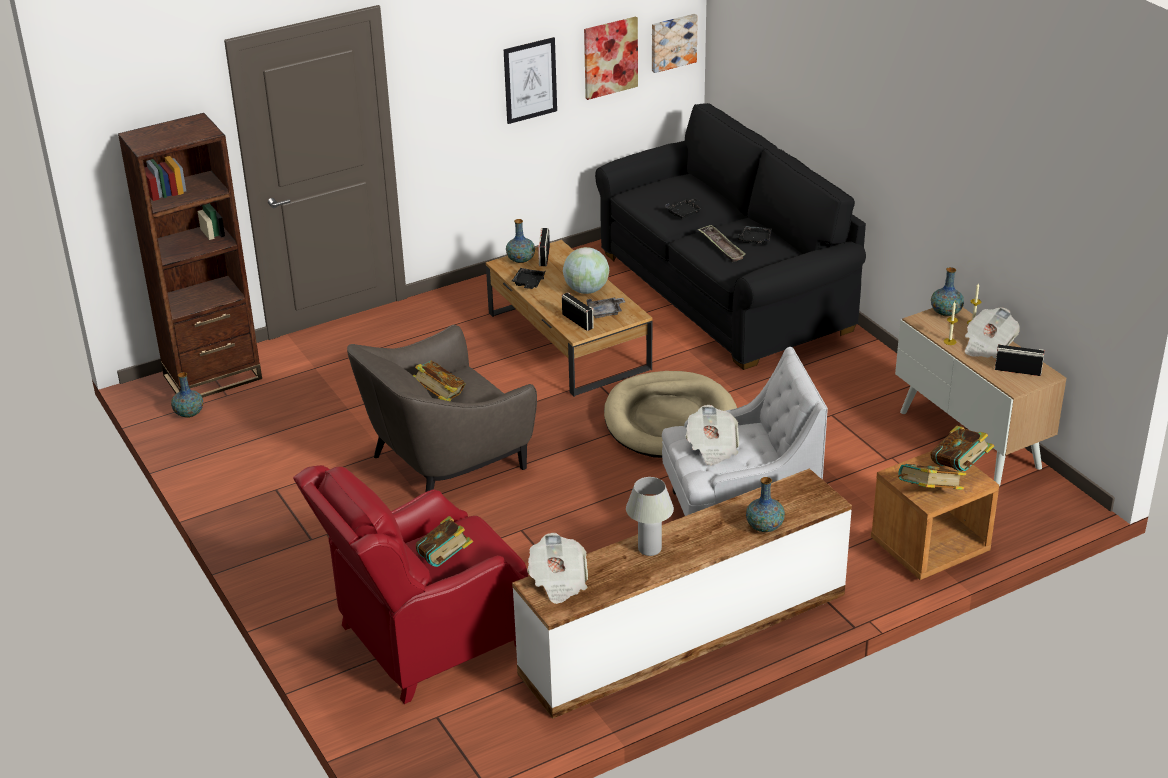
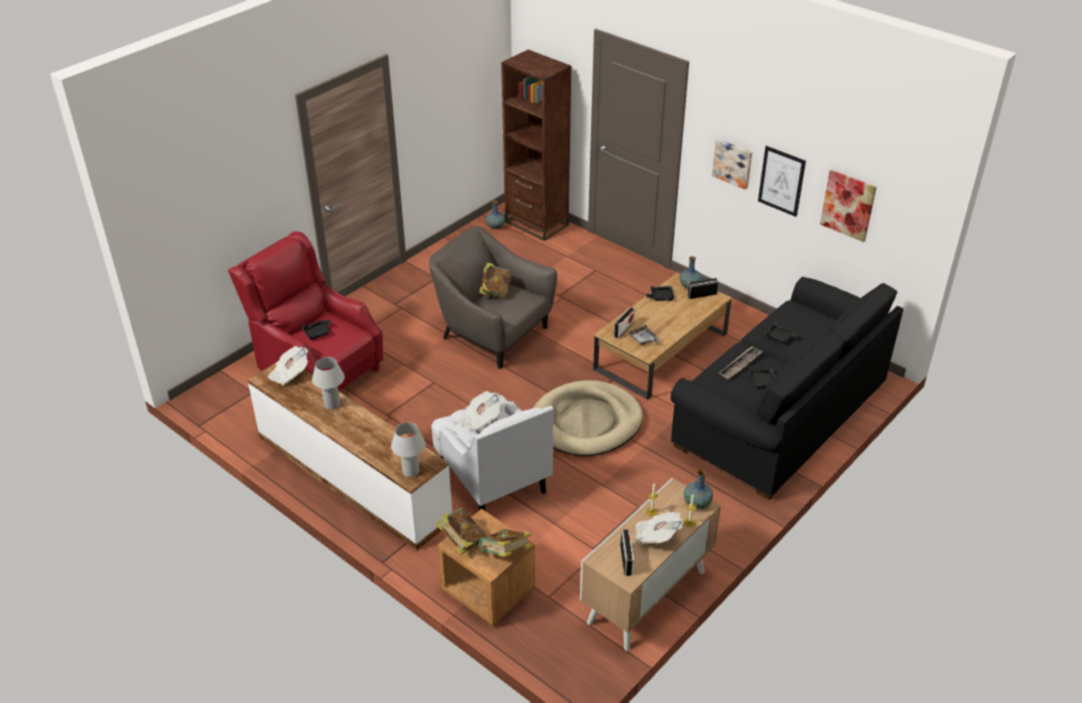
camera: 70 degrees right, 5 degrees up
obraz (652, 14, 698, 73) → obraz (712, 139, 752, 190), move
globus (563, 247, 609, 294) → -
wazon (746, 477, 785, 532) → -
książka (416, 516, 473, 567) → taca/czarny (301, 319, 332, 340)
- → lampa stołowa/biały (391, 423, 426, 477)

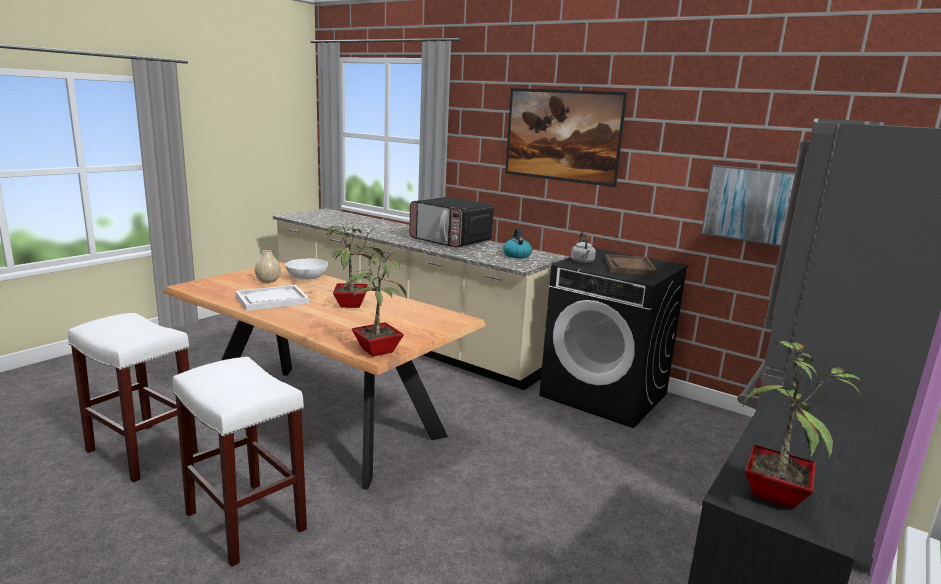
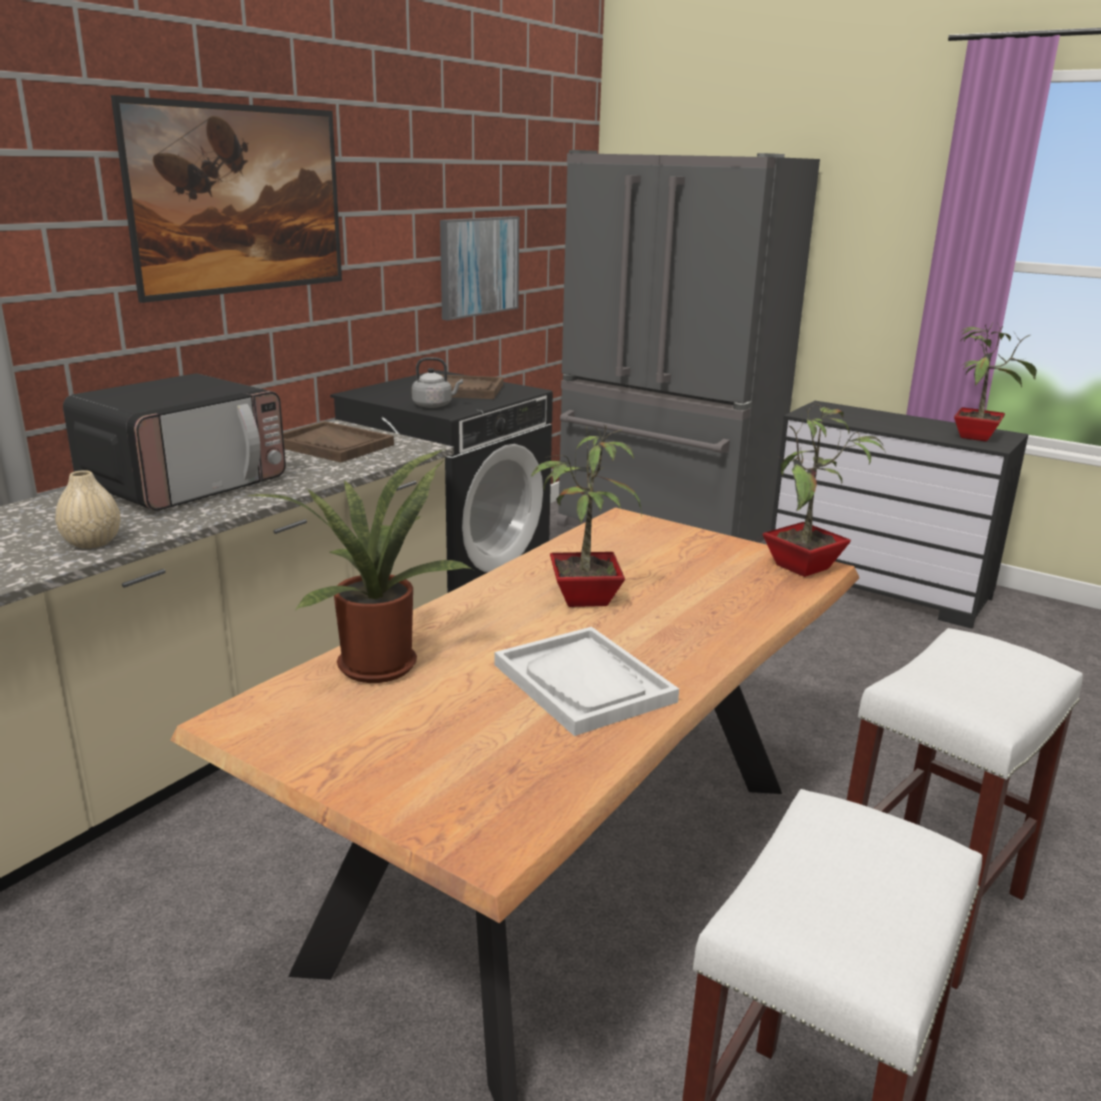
camera: 90 degrees left, 5 degrees up
czajnik (503, 228, 532, 258) → taca/brązowy (283, 421, 394, 462)
wazon/beżowy (255, 250, 281, 283) → wazon/beżowy (55, 470, 121, 549), move
miska/biały (285, 258, 328, 280) → roślina doniczkowa (246, 449, 473, 683)

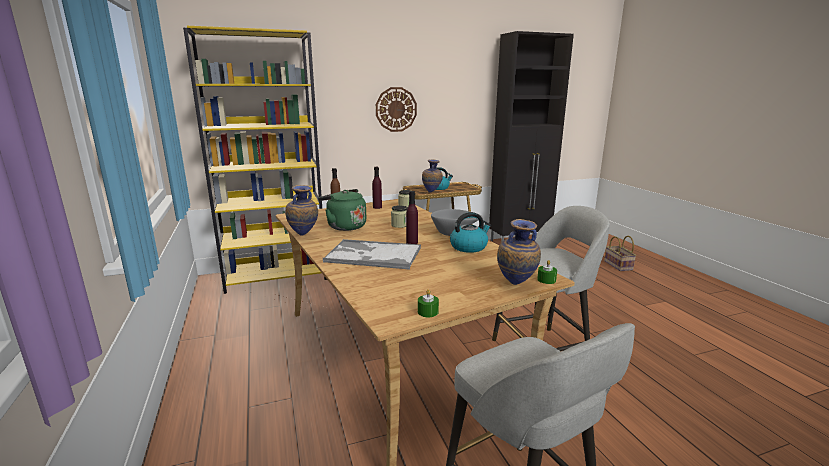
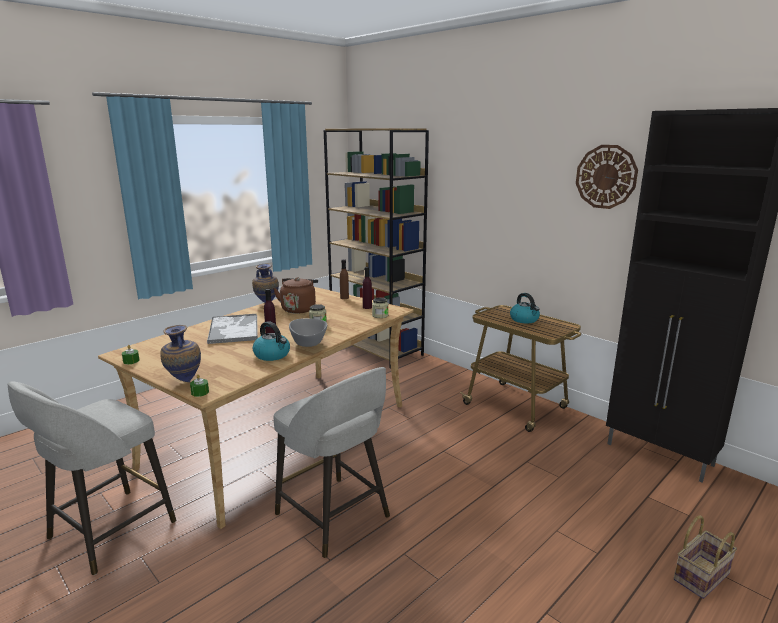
camera: 65 degrees right, 0 degrees up
regał/żółty (183, 26, 327, 294) → regał/brązowy (324, 128, 429, 369)
zegar ścienny (376, 87, 417, 132) → zegar ścienny (576, 145, 638, 209), move
wazon (422, 159, 443, 193) → -
czajnik/zielony (318, 189, 366, 231) → czajnik/brązowy (273, 277, 318, 314)

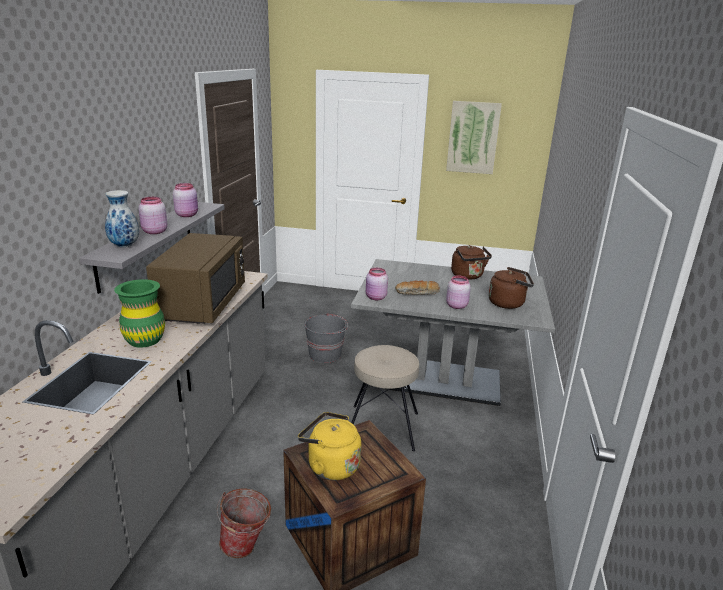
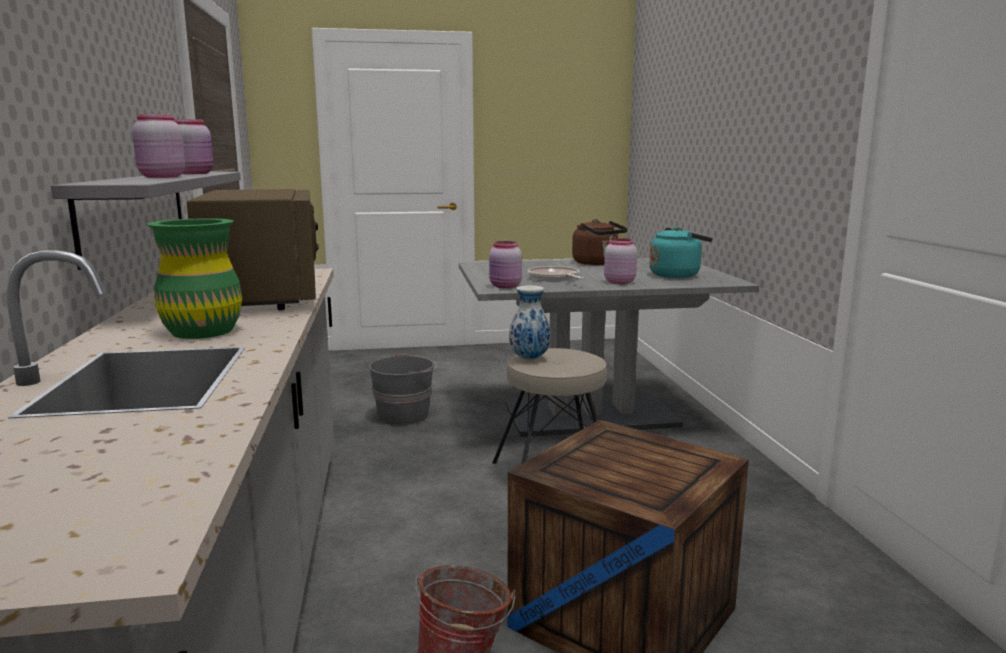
camera: 20 degrees left, 10 degrees down
obraz (446, 101, 502, 174) → -
wazon (105, 190, 139, 247) → wazon (509, 285, 550, 360), move
czajnik/brązowy (489, 267, 534, 309) → czajnik/turkusowy (649, 227, 713, 278)
chleb (395, 281, 440, 295) → patelnia (528, 266, 584, 282)
czajnik/żółty (298, 412, 361, 480) → -

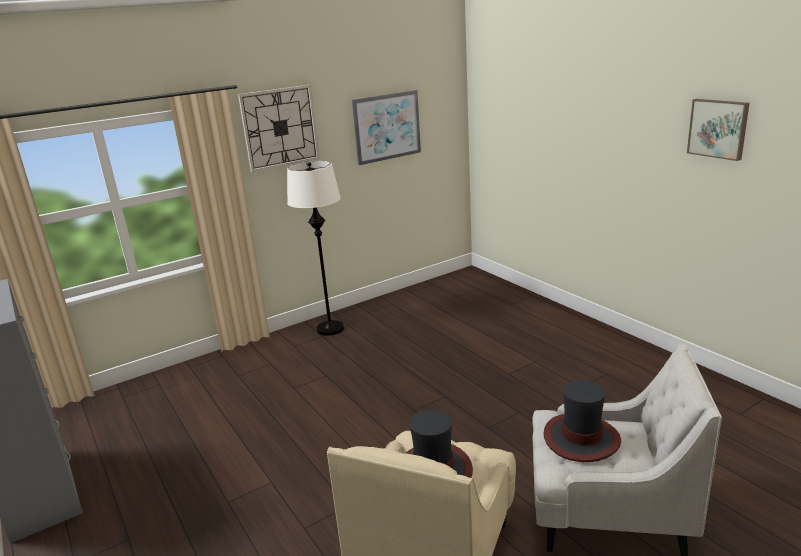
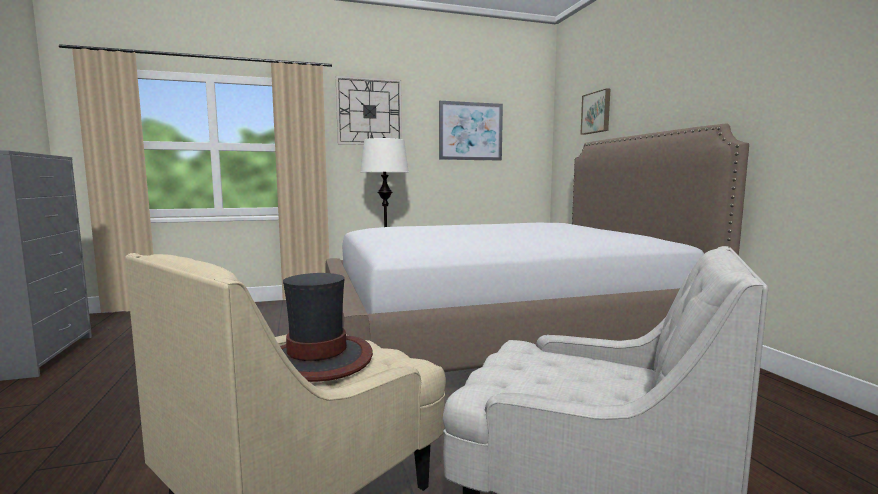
camera: 15 degrees right, 15 degrees down
obraz (687, 99, 750, 161) → obraz (580, 88, 610, 135), move
kapelusz (543, 380, 621, 462) → -
- → łóżko (325, 123, 749, 372)

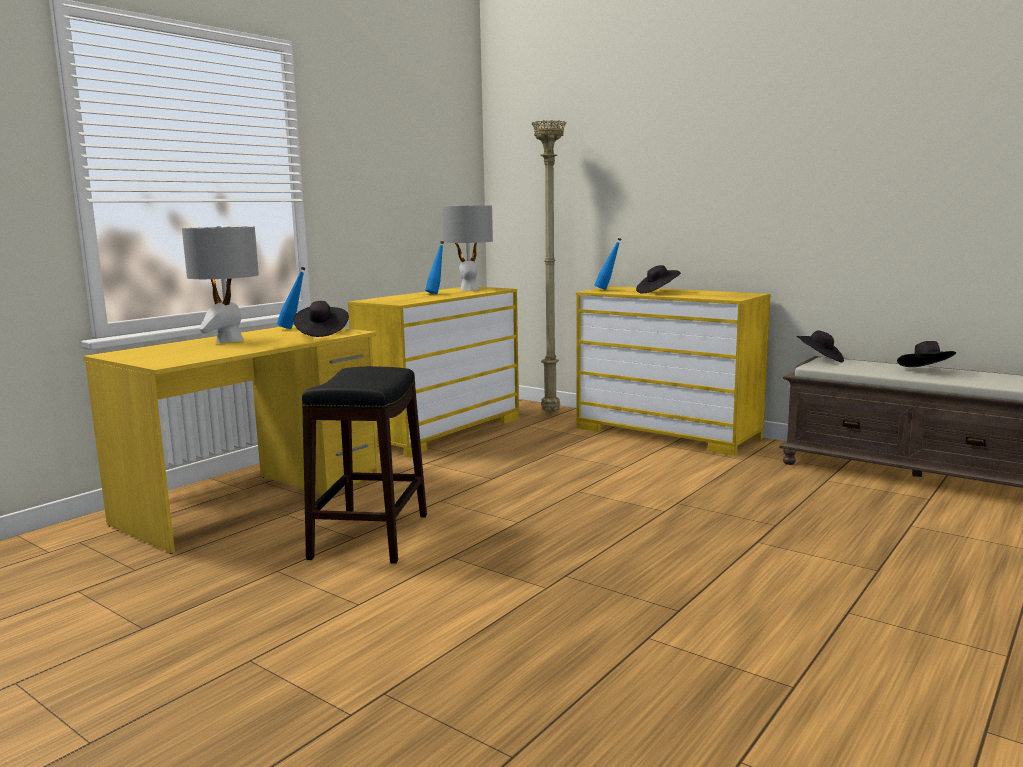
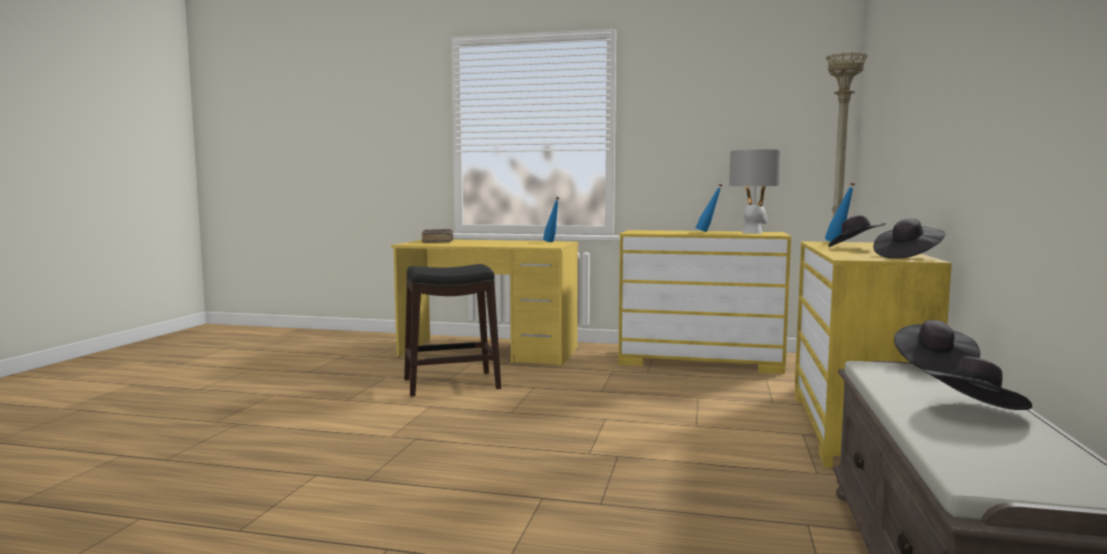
camera: 65 degrees right, 5 degrees down
lampa stołowa/szary (182, 226, 259, 343) → -
kapelusz/czarny (293, 301, 349, 337) → kapelusz/czarny (873, 218, 946, 259), move
- → książka/brązowy (422, 229, 453, 243)

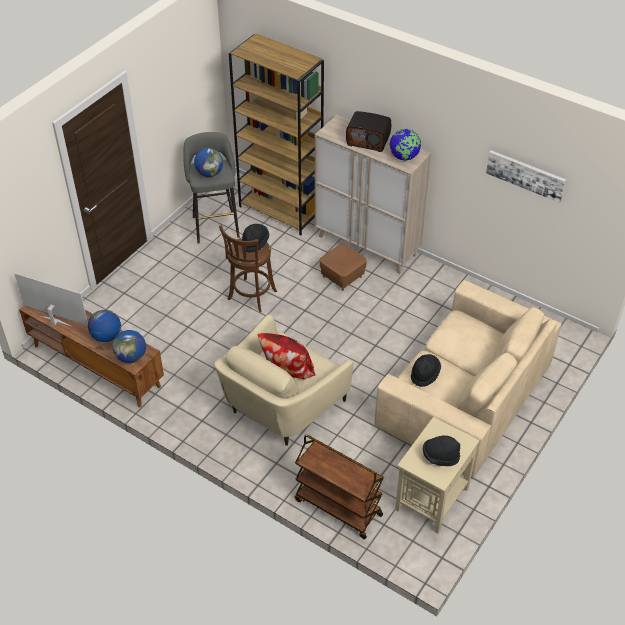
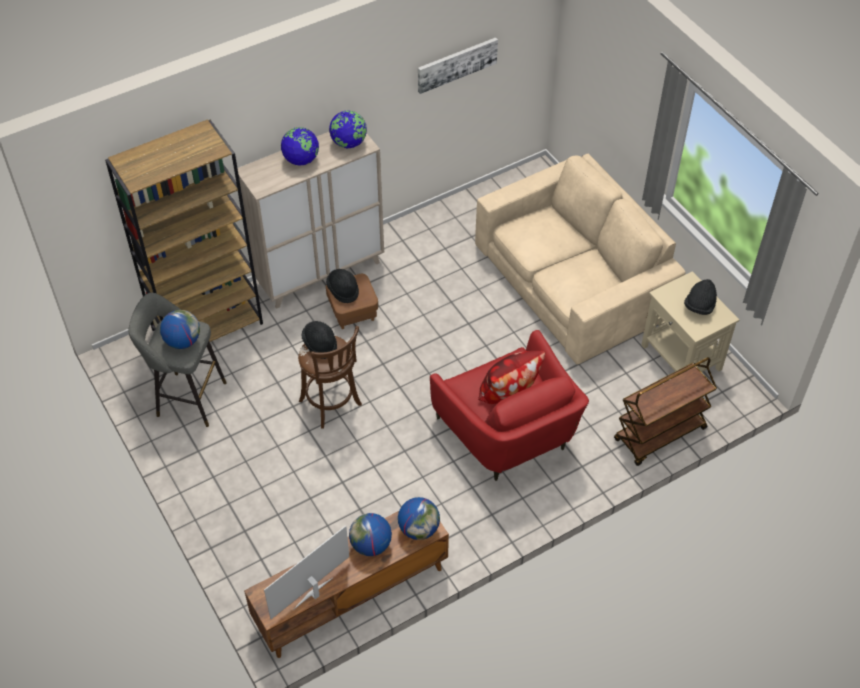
camera: 65 degrees left, 5 degrees up
radio (346, 111, 391, 152) → globus (281, 127, 319, 165)
fotel/beżowy (214, 314, 353, 446) → fotel/czerwony (430, 330, 589, 481)
kapelusz/czarny (411, 354, 441, 387) → kapelusz/czarny (326, 269, 359, 303), move

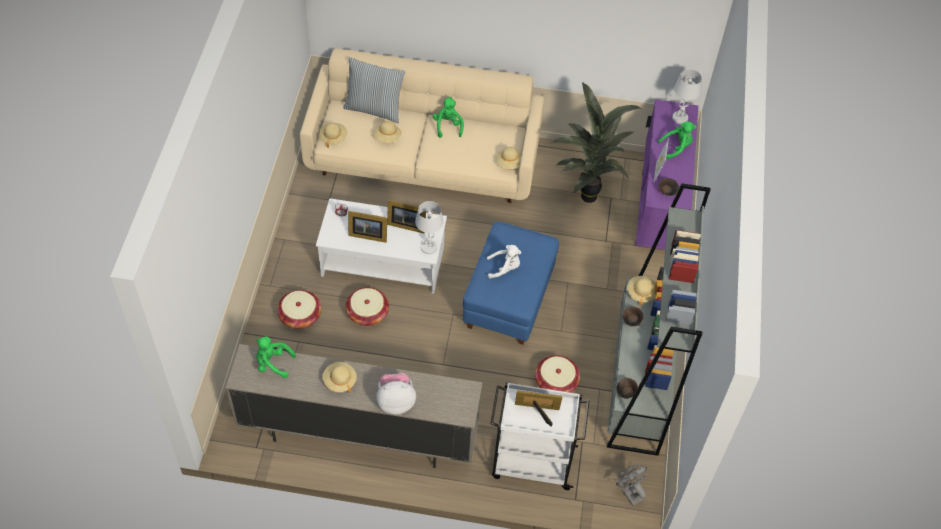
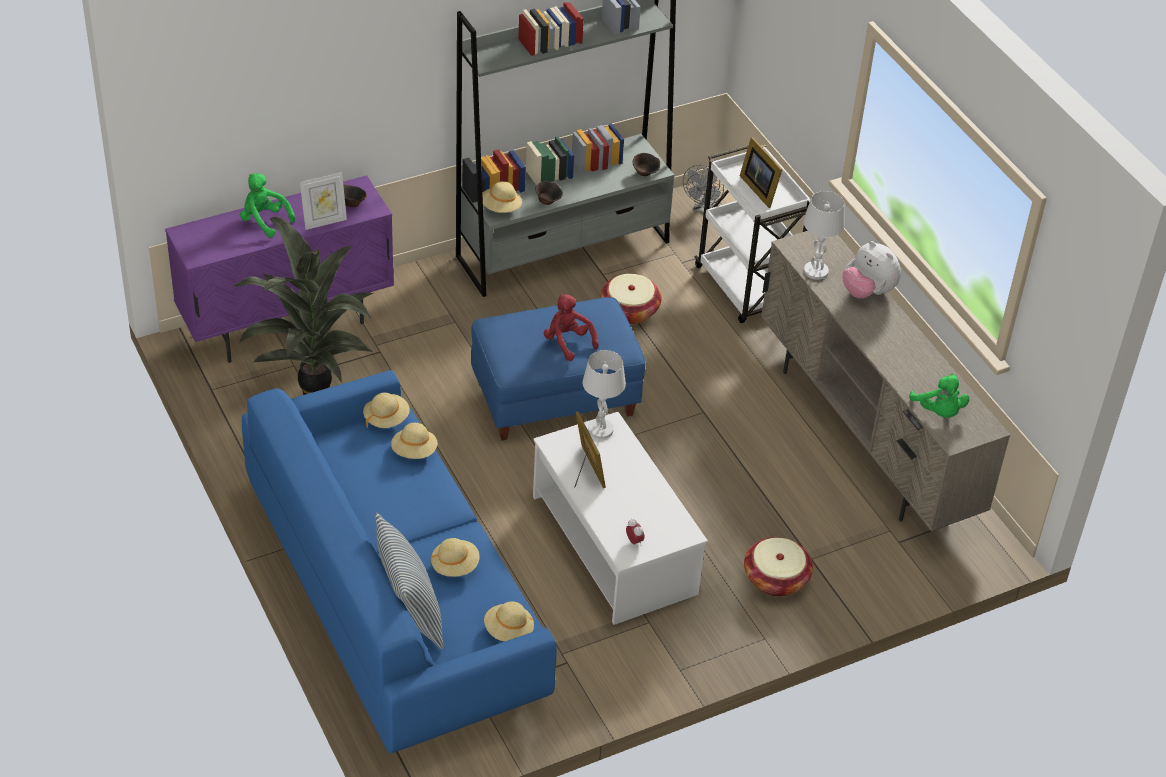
camera: 125 degrees left, 10 degrees down
kanapa/beżowy (300, 48, 545, 203) → kanapa/niebieski (242, 370, 557, 753)
lampa stołowa/biały (672, 69, 702, 124) → lampa stołowa/biały (803, 191, 845, 280), move
pluszak/zielony (433, 97, 464, 138) → -
ramka na zdjęcie (348, 211, 387, 243) → -
pluszak/biały (487, 245, 521, 279) → pluszak/czerwony (544, 294, 599, 361)
koszyk (345, 287, 389, 326) → -
kapelusz/beżowy (322, 362, 357, 393) → kapelusz/beżowy (391, 423, 437, 459), move

